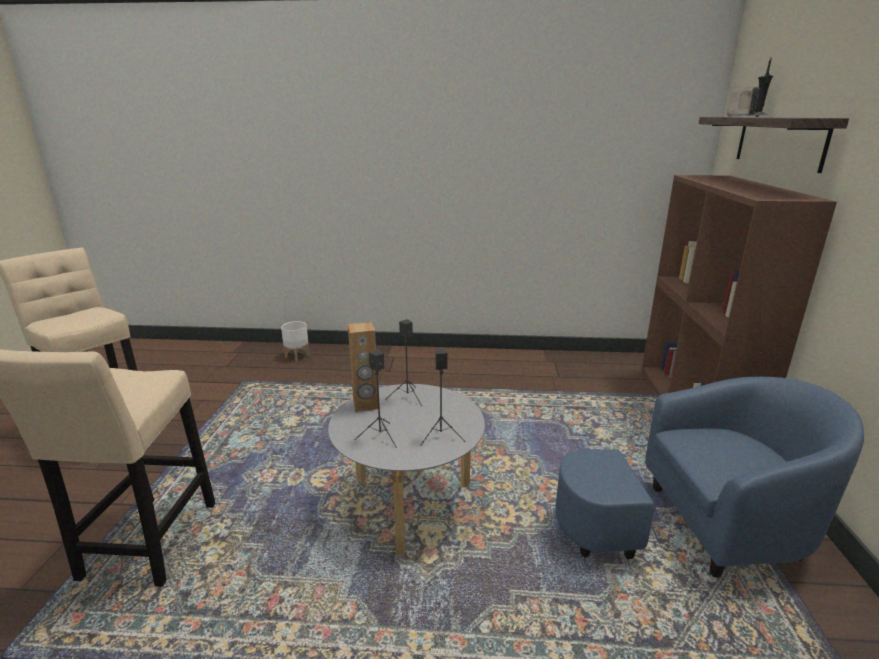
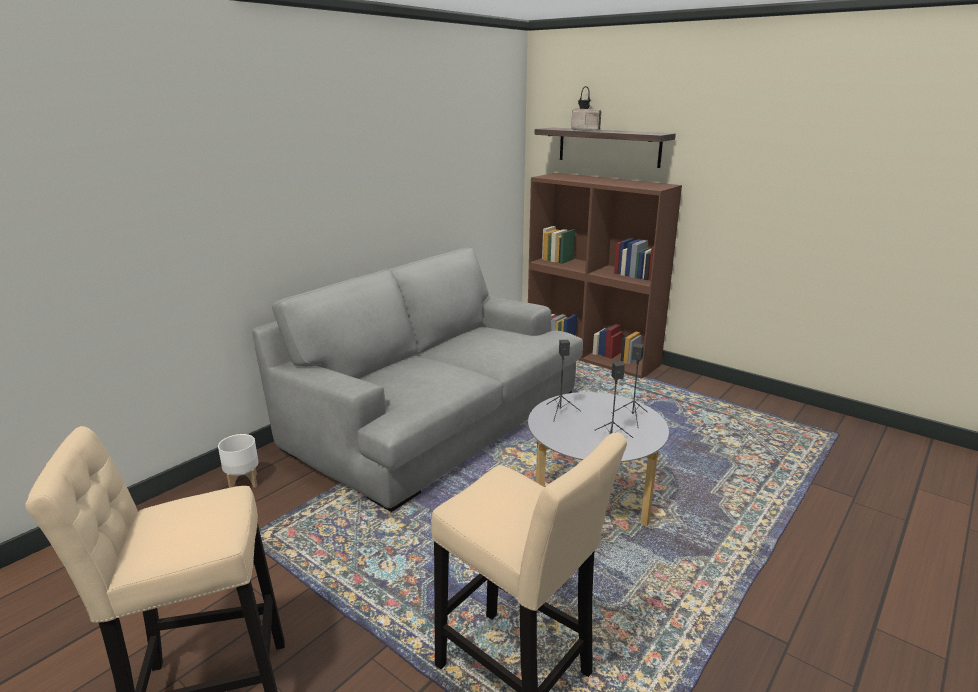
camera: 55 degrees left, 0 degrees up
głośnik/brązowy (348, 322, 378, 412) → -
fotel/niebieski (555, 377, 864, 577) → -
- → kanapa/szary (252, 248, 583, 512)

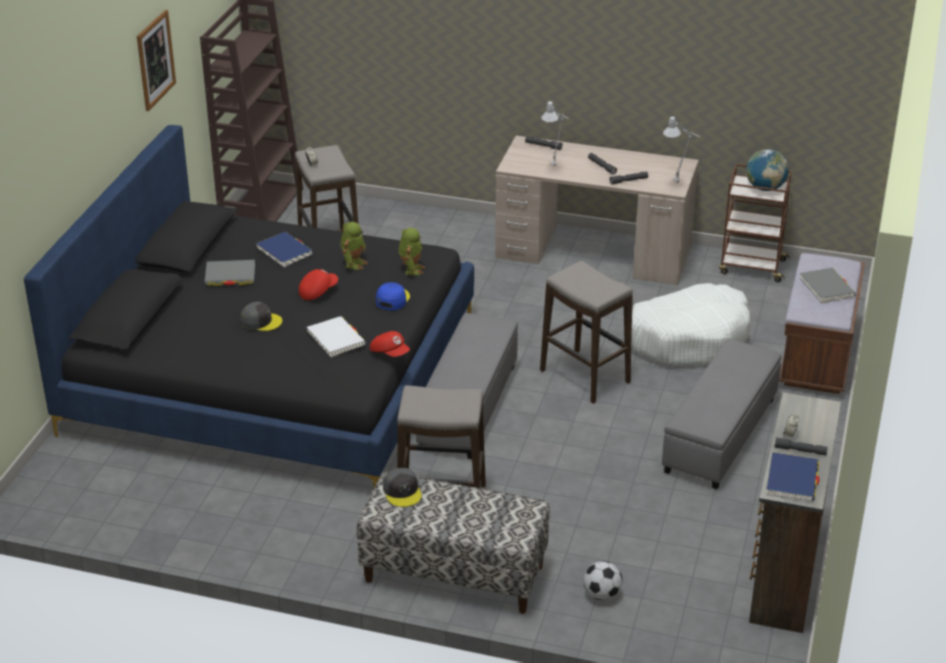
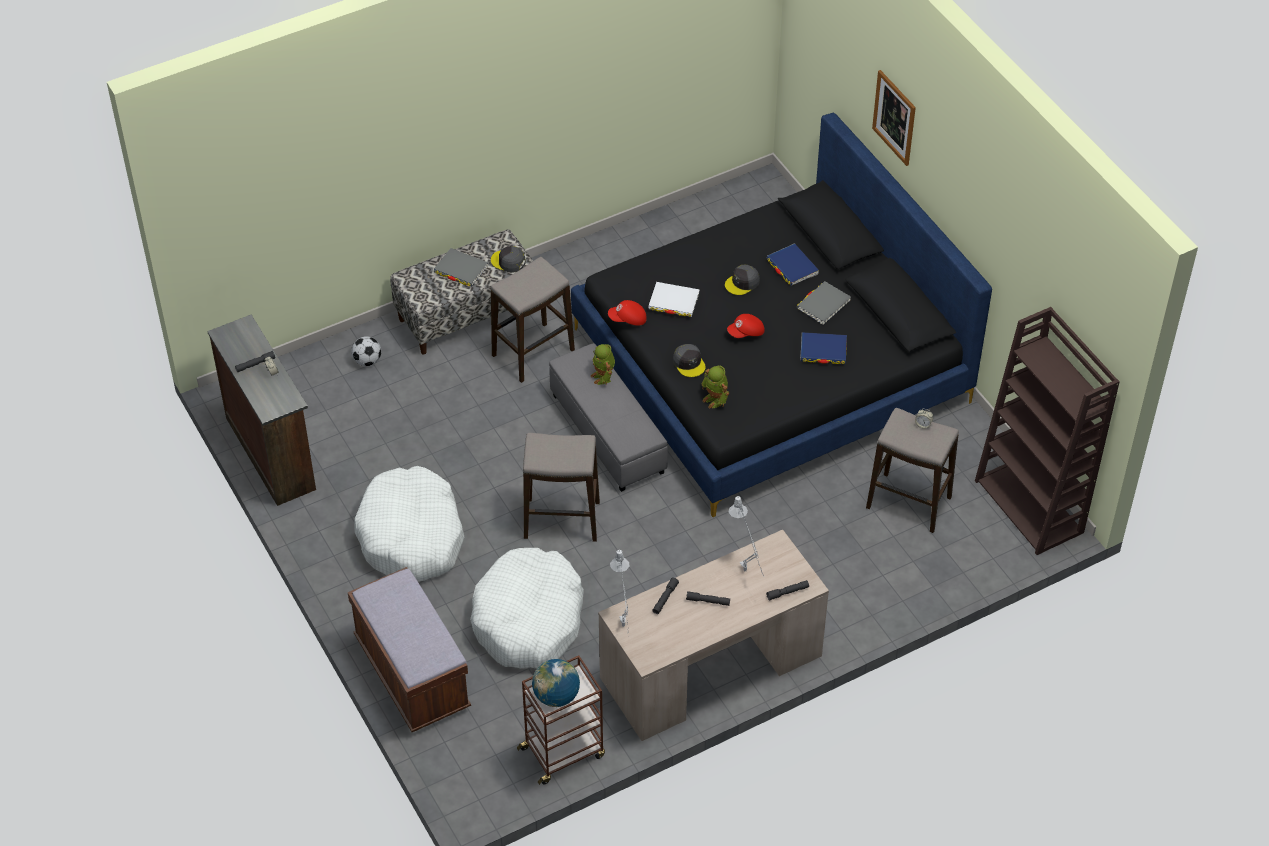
camera: 135 degrees right, 15 degrees up
obraz (137, 10, 176, 111) → obraz (872, 70, 916, 166), move
robot zabawkowy (341, 222, 368, 270) → robot zabawkowy (591, 344, 615, 385), move
książka/szary (800, 268, 855, 303) → książka/szary (434, 248, 488, 287), move
czapka z daszkiem/czerwony (299, 269, 338, 300) → czapka z daszkiem/czerwony (727, 314, 765, 338), 60 degrees clockwise
czapka z daszkiem/niebieski (376, 282, 410, 310) → czapka z daszkiem/szary (673, 344, 706, 377)
pufa/szary (662, 339, 781, 489) → legowisko/biały (354, 466, 464, 581)
książka/niebieski (767, 452, 819, 502) → książka/niebieski (767, 243, 819, 286), move

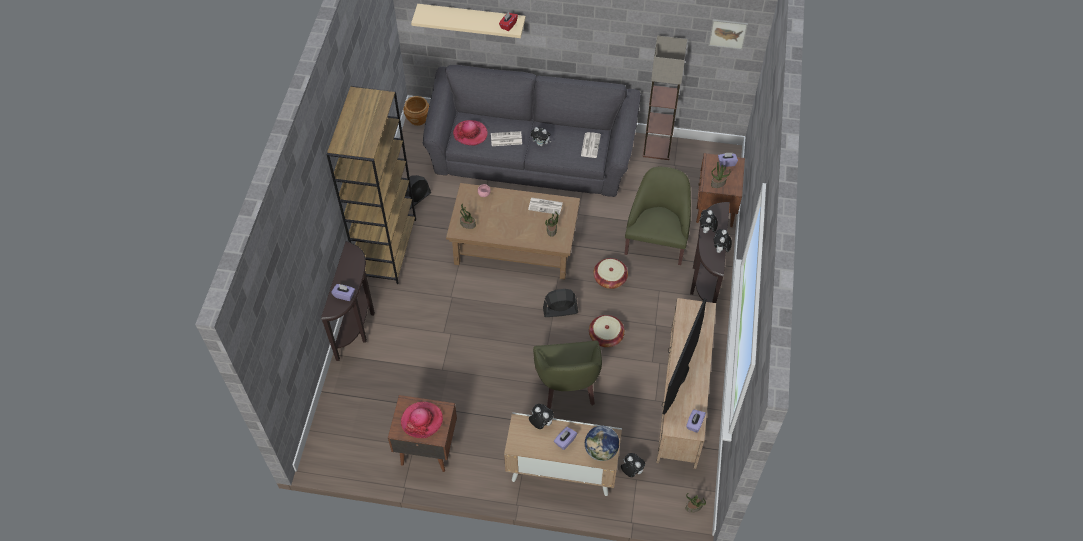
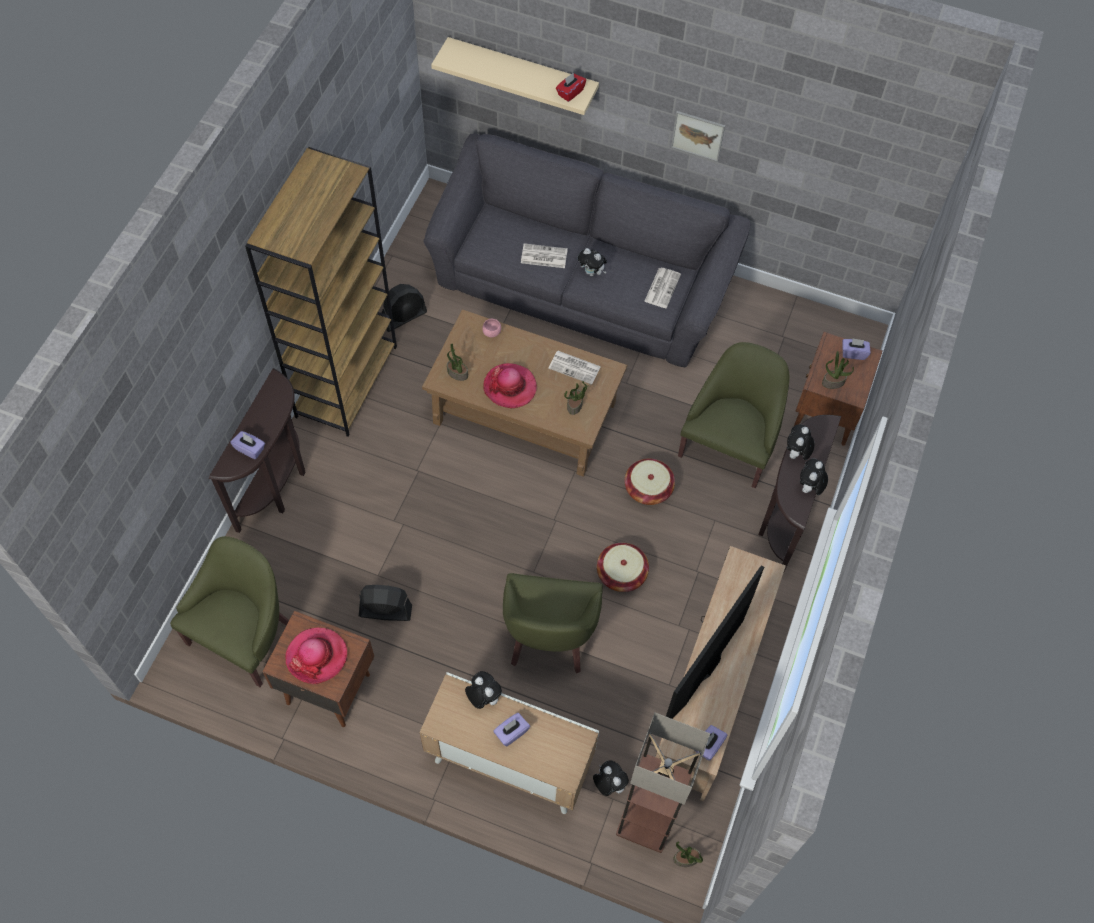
camera: 10 degrees right, 5 degrees up
obraz (708, 19, 748, 50) → obraz (671, 111, 725, 162), move
lampa stojąca (642, 35, 687, 160) → lampa stojąca (616, 713, 710, 853), move
donica/brązowy (403, 96, 429, 126) → -
kapelusz (453, 120, 488, 145) → kapelusz (483, 363, 537, 408), move
wentylator/czarny (543, 289, 578, 317) → wentylator/czarny (359, 585, 412, 621), move
globus (585, 426, 619, 461) → -
- → fotel/zielony (170, 536, 289, 687)

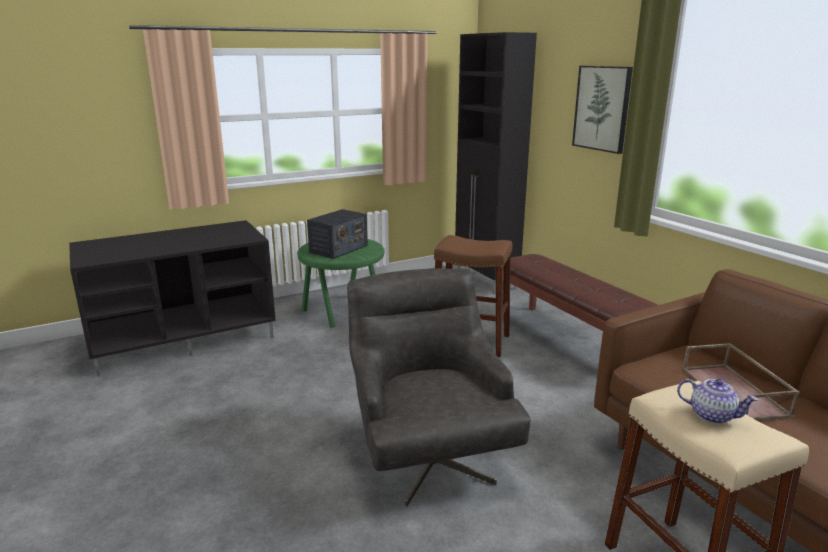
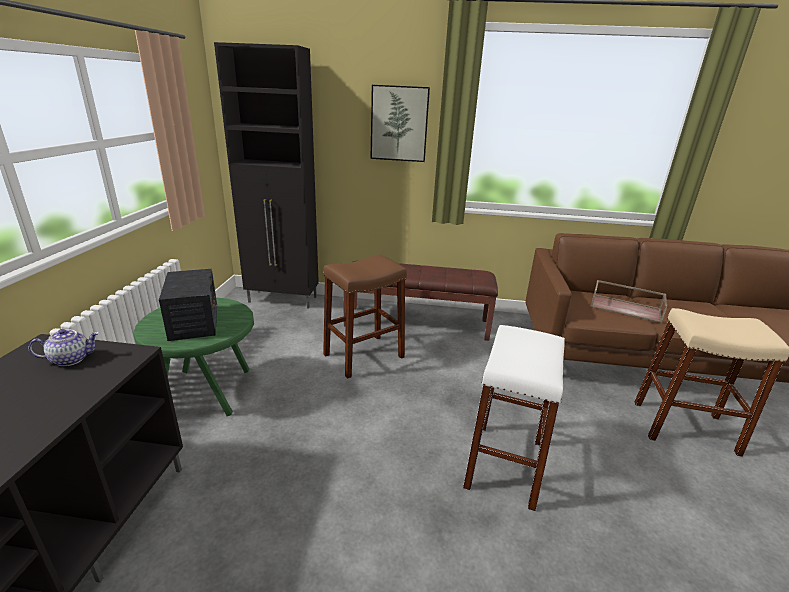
camera: 55 degrees left, 5 degrees up
fotel/szary (347, 269, 531, 506) → stołek/biały (463, 325, 565, 511)
imbryk (677, 378, 758, 424) → imbryk (29, 329, 99, 366), move

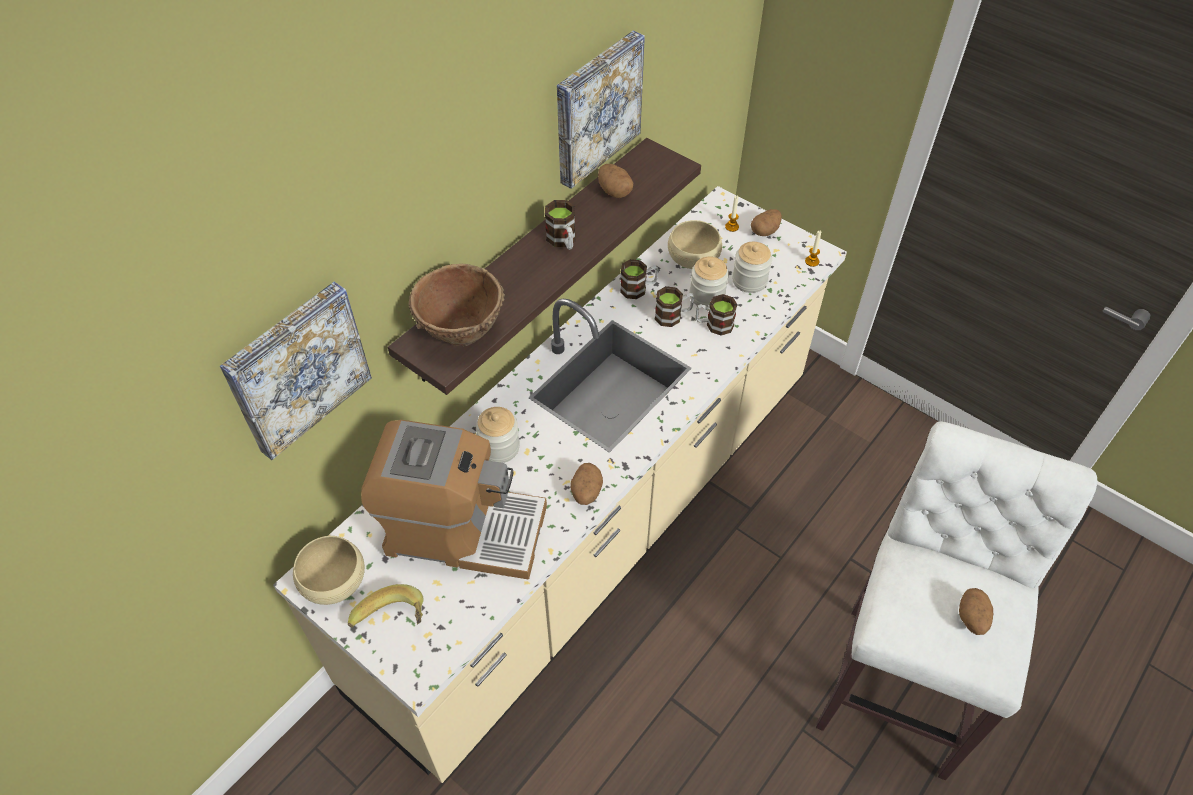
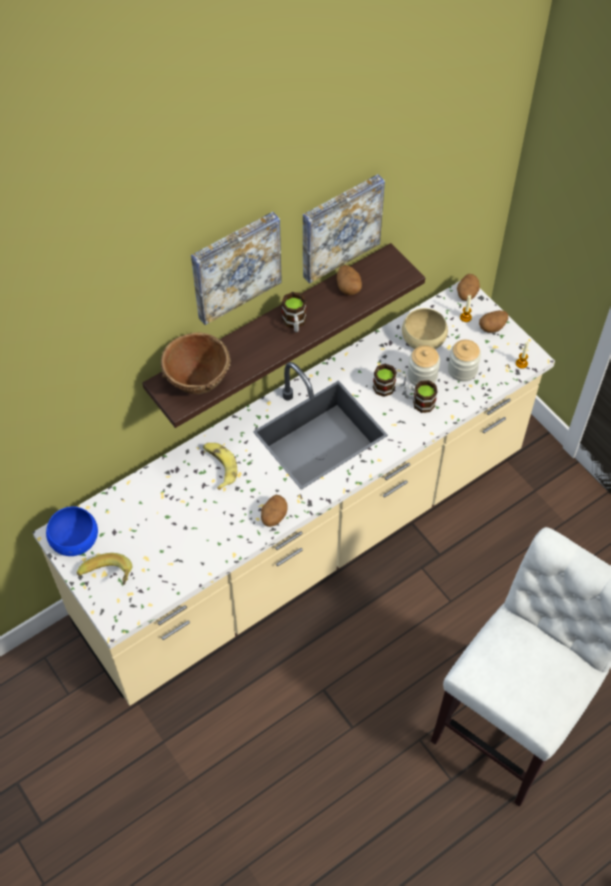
camera: 15 degrees right, 5 degrees up
kubek (620, 259, 659, 299) → -
obraz (220, 282, 372, 460) → obraz (191, 212, 282, 325), move
słoik (476, 407, 520, 463) → banan (203, 443, 237, 490)
ekspres do kawy (361, 420, 547, 580) → -
miska/beżowy (293, 536, 365, 605) → miska/niebieski (46, 507, 98, 556)
ziemniak (959, 588, 993, 635) → ziemniak (457, 274, 480, 301), move

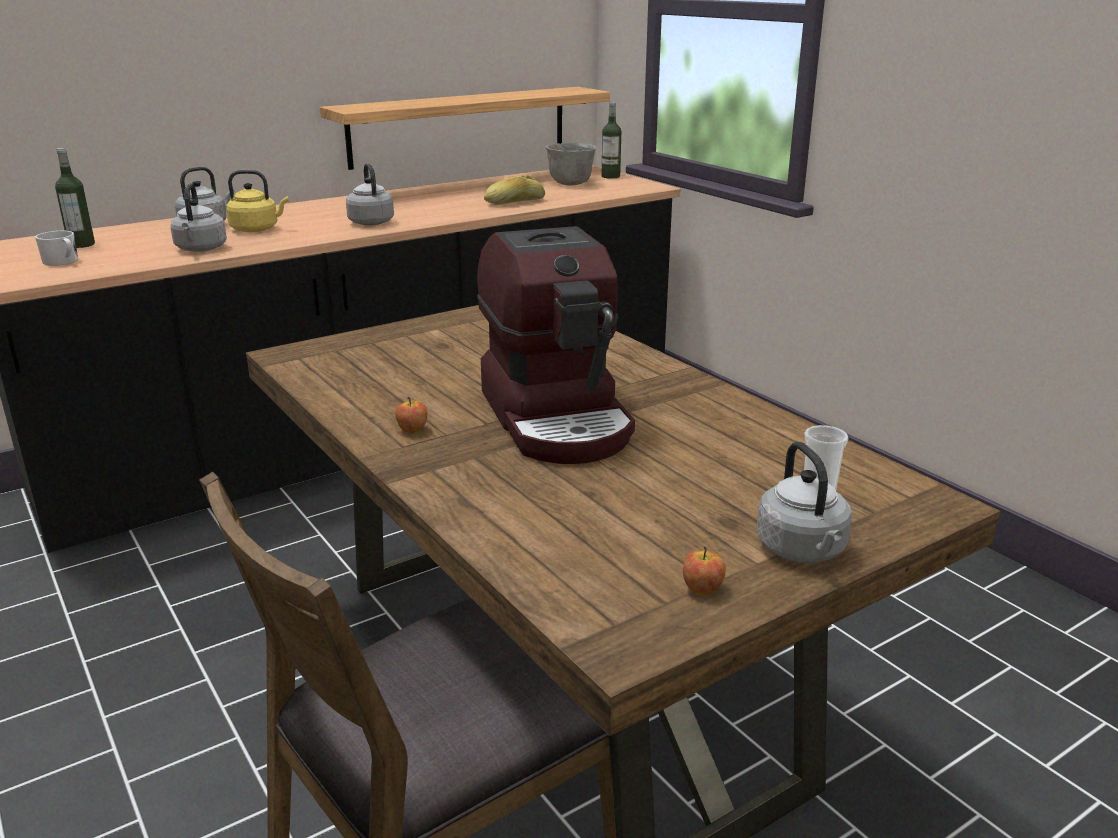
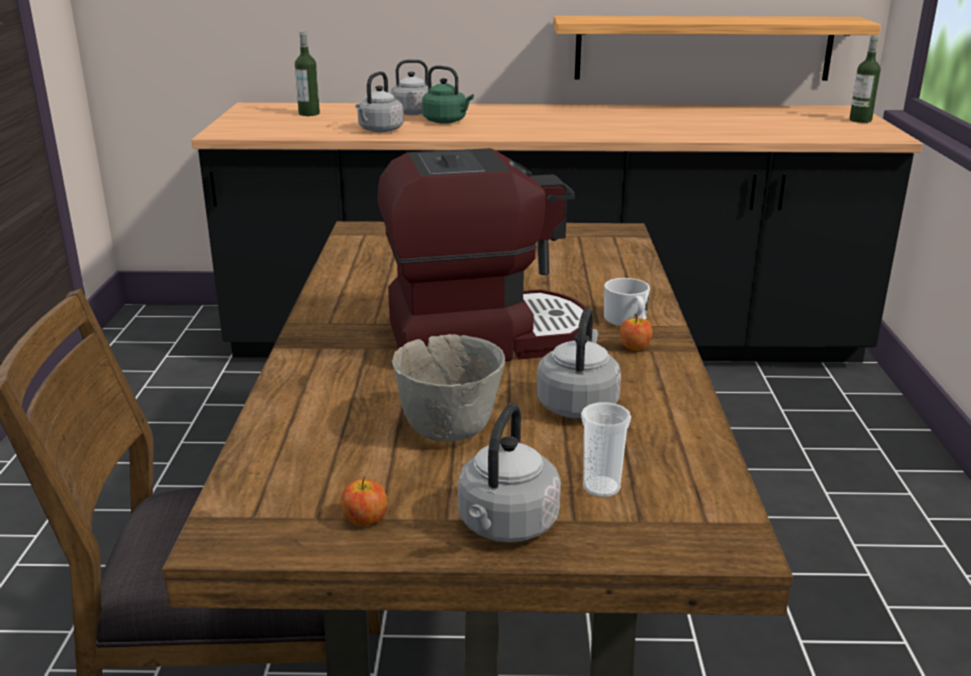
camera: 35 degrees right, 0 degrees up
miska/szary (546, 143, 596, 186) → miska/szary (392, 334, 505, 442), move
czajnik/szary (346, 163, 394, 226) → czajnik/szary (537, 308, 621, 419), move
czajnik/żółty (226, 170, 288, 232) → czajnik/zielony (422, 66, 474, 124)
chleb (484, 175, 545, 205) → -
ekspres do kawy (477, 226, 635, 464) → ekspres do kawy (377, 148, 586, 361), 120 degrees counterclockwise
kubek/biały (35, 231, 78, 266) → kubek/biały (604, 278, 650, 326), move
jabłko (395, 397, 428, 433) → jabłko (620, 314, 653, 351), move

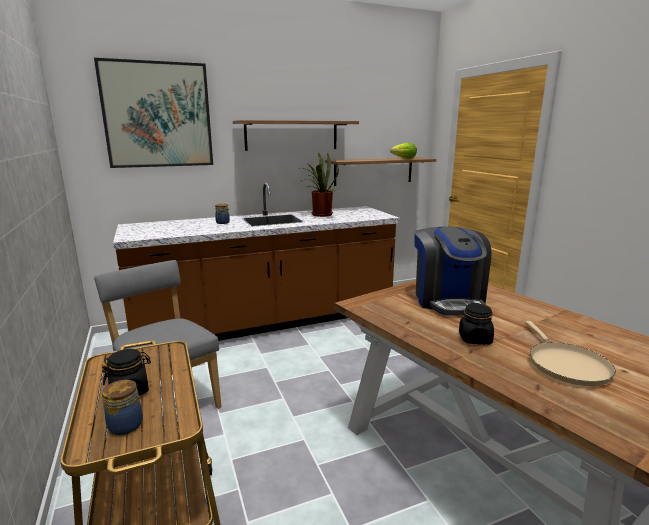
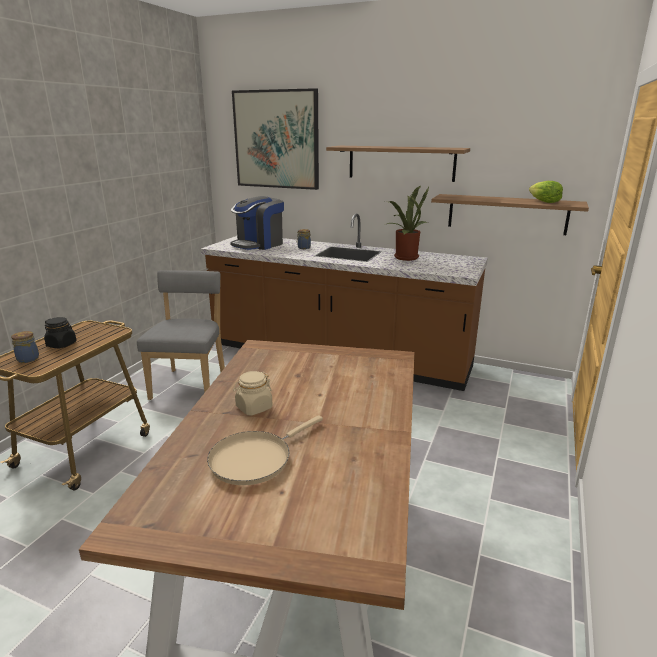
camera: 45 degrees right, 5 degrees up
ekspres do kawy (414, 226, 492, 315) → ekspres do kawy (230, 196, 284, 250), move
słoik/czarny (459, 303, 494, 345) → słoik/beżowy (233, 371, 273, 415)

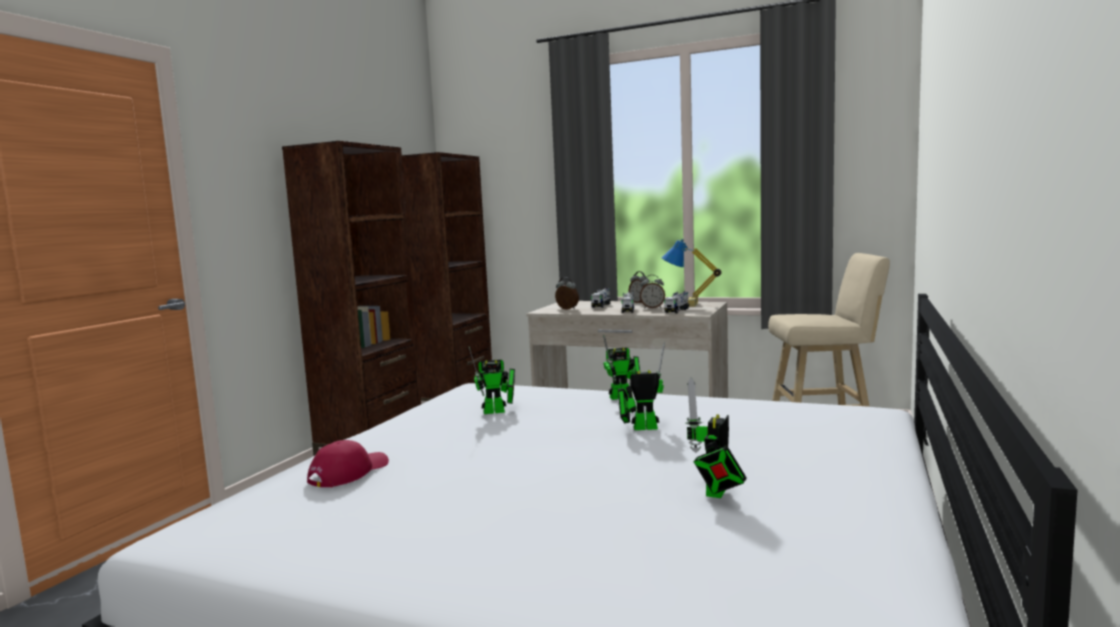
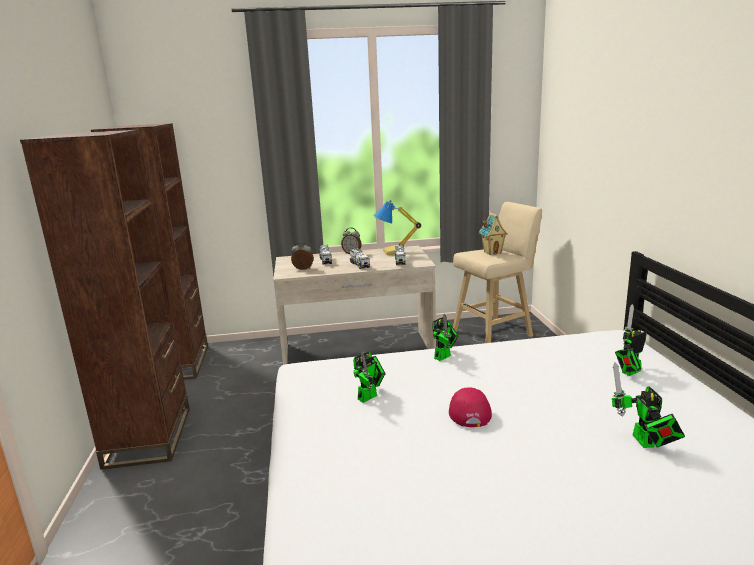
camera: 30 degrees left, 10 degrees up
budzik (640, 275, 665, 308) → -
robot zabawkowy (618, 342, 665, 430) → robot zabawkowy (615, 304, 647, 376), move
czapka z daszkiem/czerwony (307, 440, 389, 487) → czapka z daszkiem/czerwony (449, 387, 492, 427), move
- → domek (479, 213, 508, 255)

